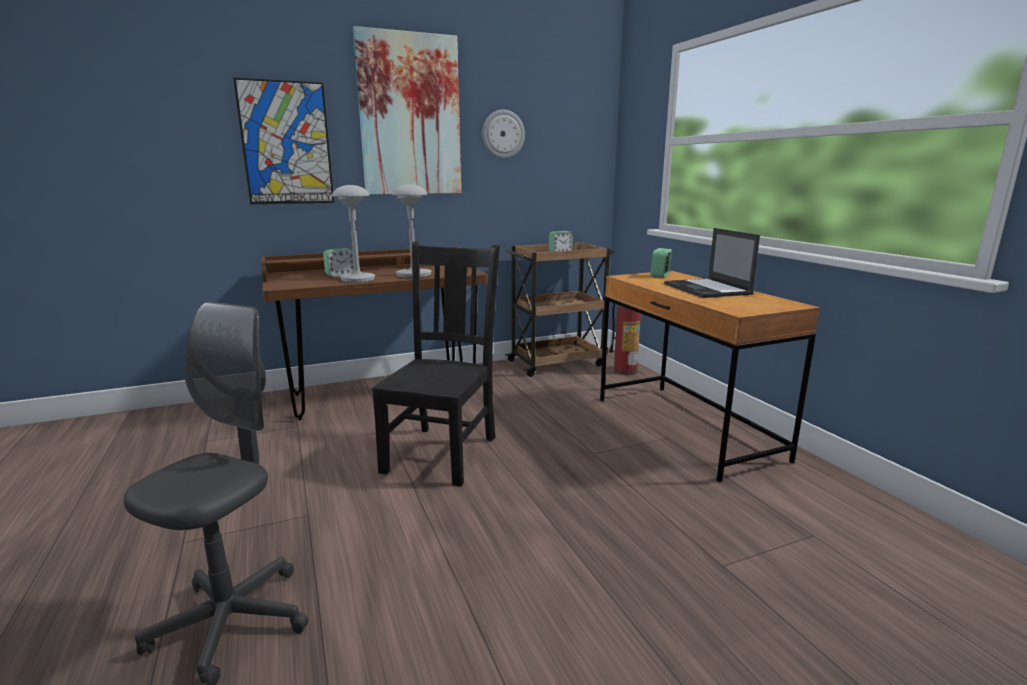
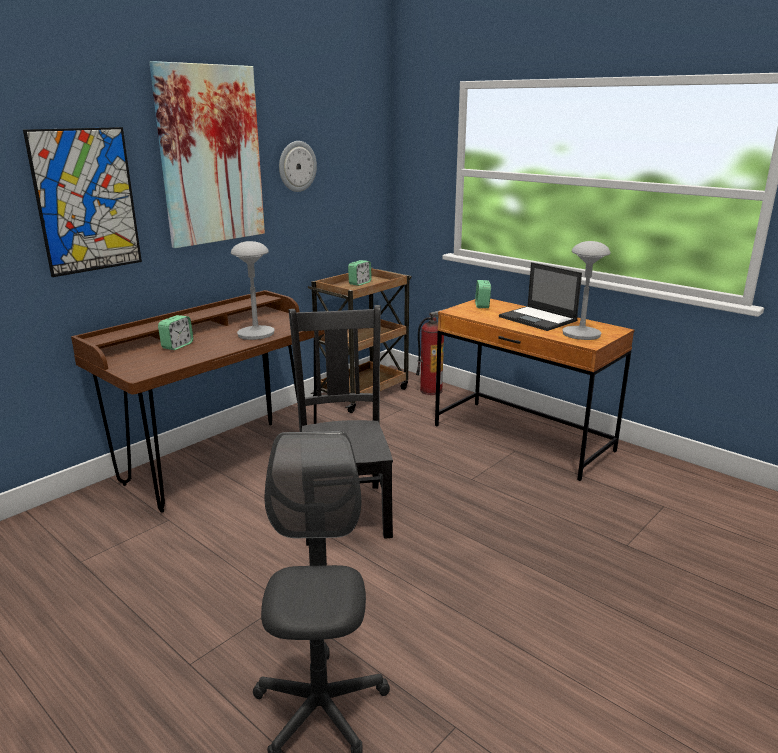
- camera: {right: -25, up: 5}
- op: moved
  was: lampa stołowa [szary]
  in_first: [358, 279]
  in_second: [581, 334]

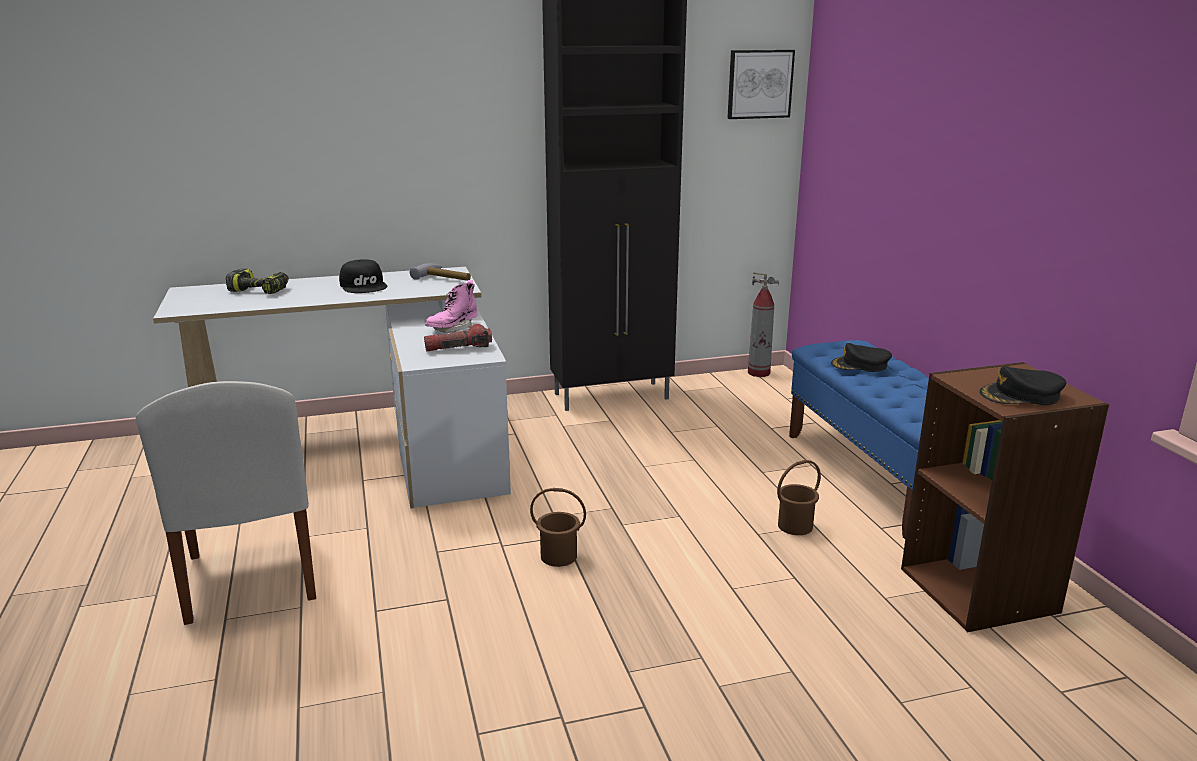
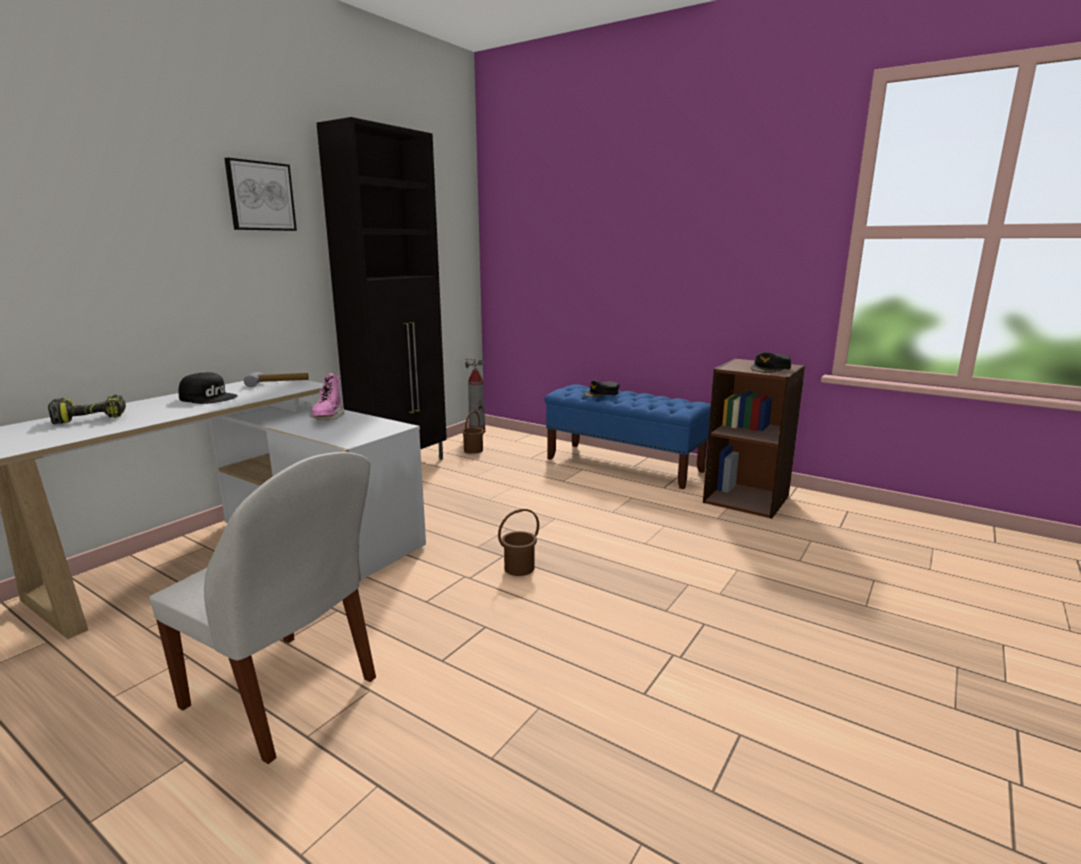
- camera: {right: -40, up: -5}
- op: removed
  was: latarka
  in_first: [458, 348]
- op: moved
  was: obraz
  in_first: [759, 84]
  in_second: [260, 196]
- op: moved
  was: wiadro [brązowy]
  in_first: [794, 526]
  in_second: [473, 450]

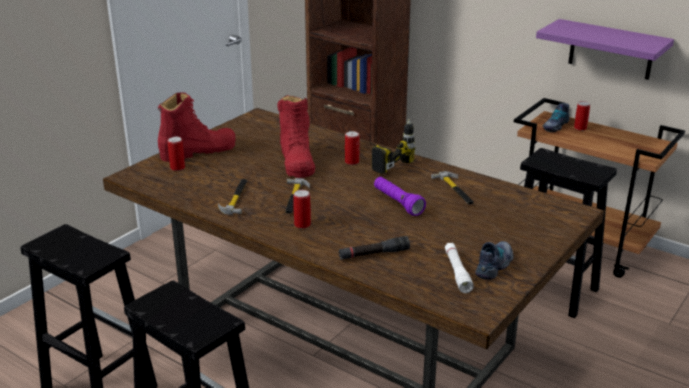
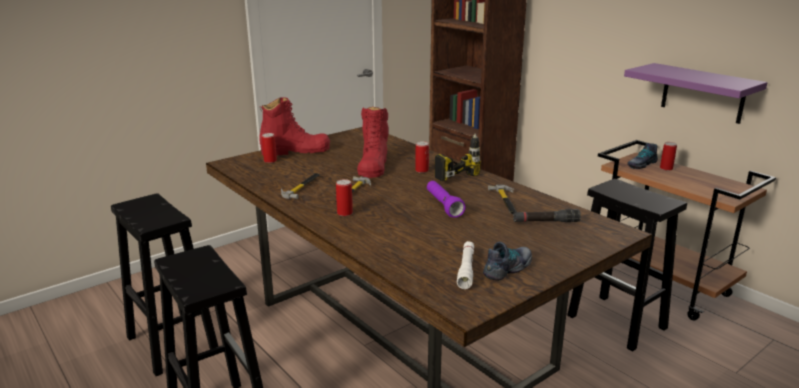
- camera: {right: 15, up: -5}
- op: moved
  was: latarka [czarny]
  in_first: [373, 254]
  in_second: [545, 222]

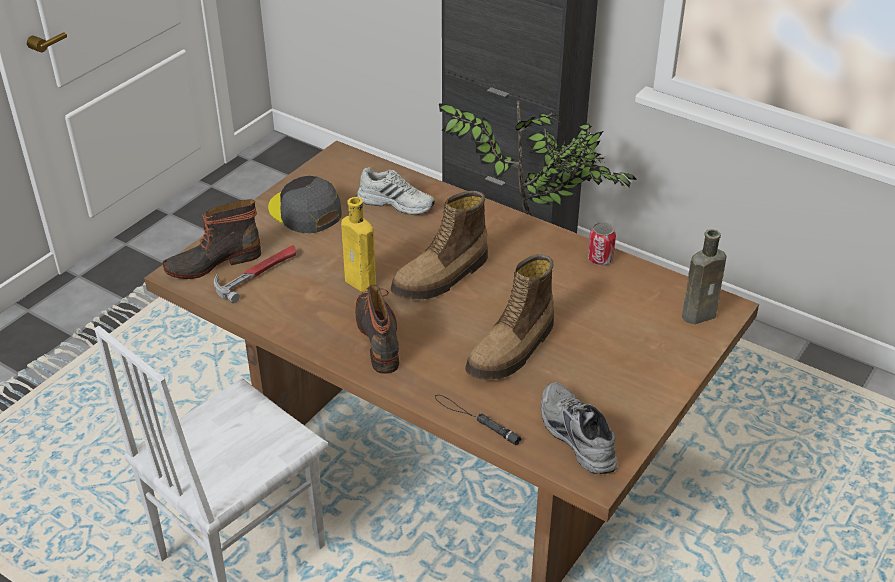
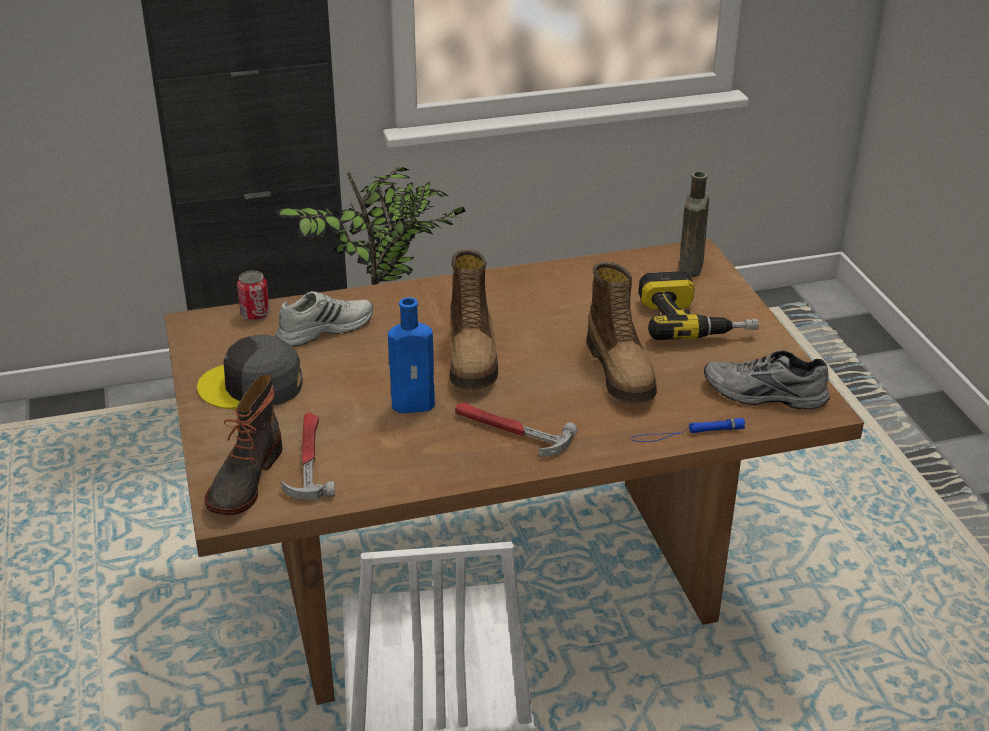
- camera: {right: -50, up: -5}
- op: added
  now: wiertarka
  in_second: [693, 320]
- op: moved
  was: puszka
  in_first: [600, 259]
  in_second: [255, 314]
- op: replaced
  was: but z cholewką
  now: młotek
  in_first: [380, 337]
  in_second: [510, 431]
- op: recoloured
  was: butelka [żółty]
  now: butelka [niebieski]
  in_first: [362, 283]
  in_second: [416, 404]
- op: recoloured
  was: latarka [czarny]
  now: latarka [niebieski]
  in_first: [476, 420]
  in_second: [687, 433]

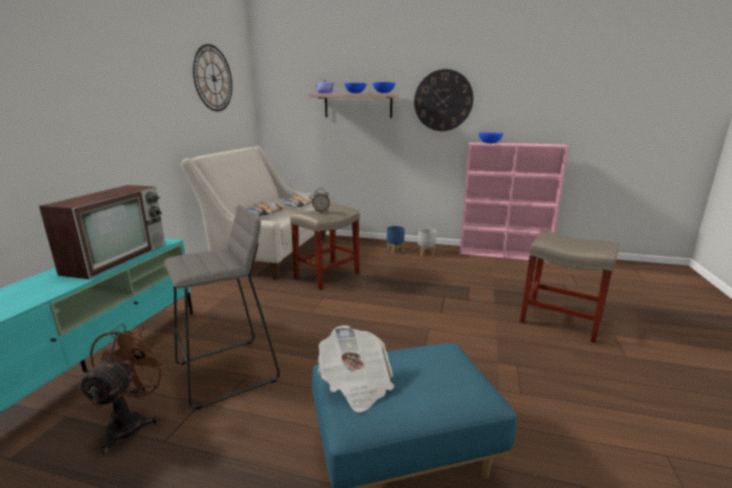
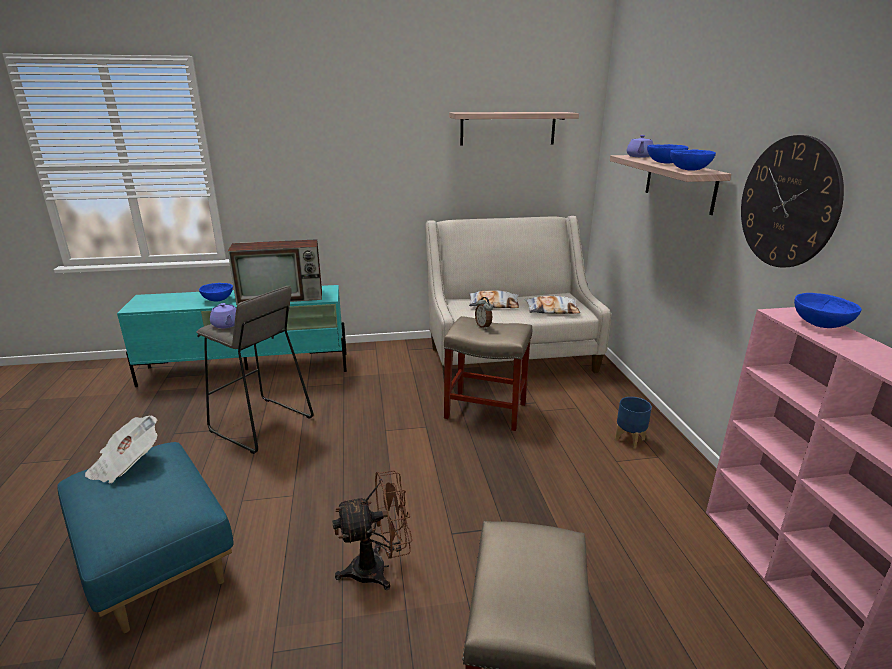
- camera: {right: 65, up: 5}
- op: removed
  was: donica [szary]
  in_first: [426, 254]
- op: added
  now: miska [niebieski]
  in_second: [217, 300]
- op: added
  now: imbryk [fioletowy]
  in_second: [226, 325]
- op: moved
  was: wentylator [brązowy]
  in_first: [132, 422]
  in_second: [378, 568]
- op: replaced
  was: zegar ścienny
  now: półka
  in_first: [213, 78]
  in_second: [508, 128]

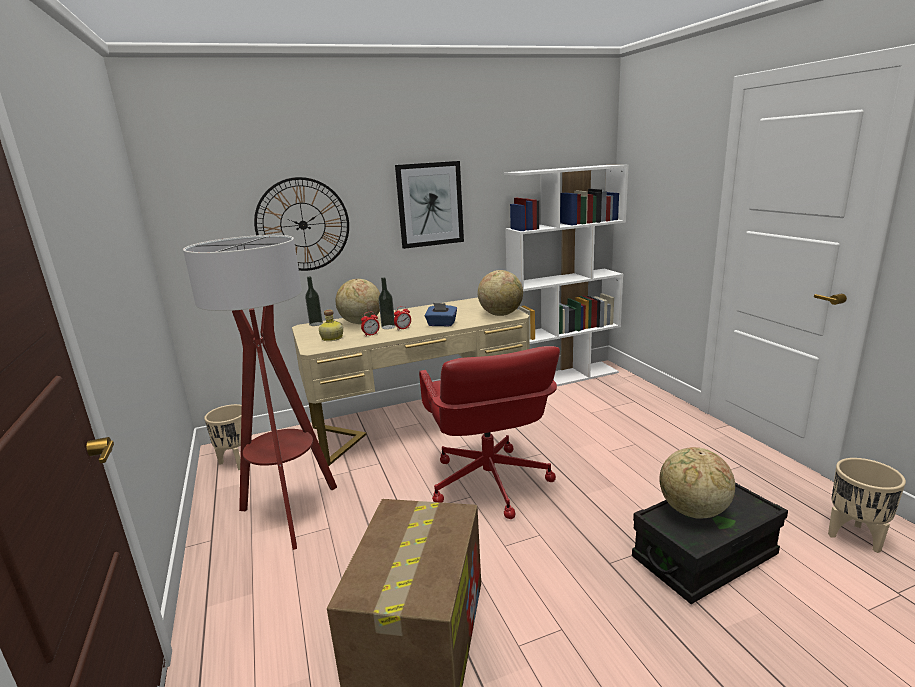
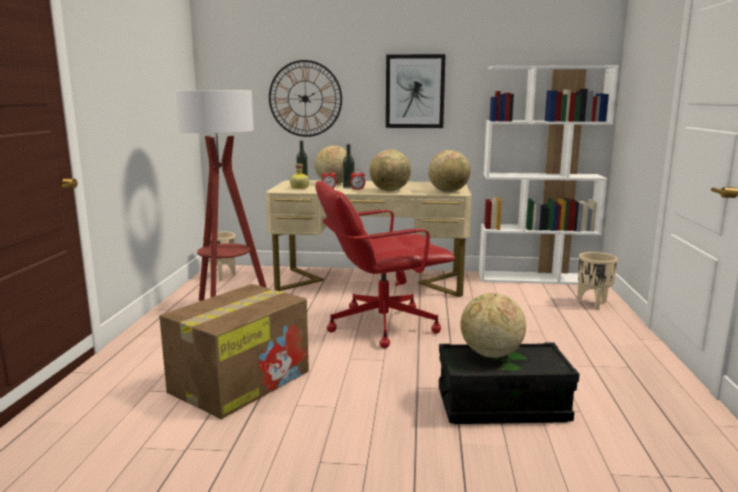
- camera: {right: 25, up: -5}
- op: moved
  was: donica [beżowy]
  in_first: [854, 537]
  in_second: [593, 304]
- op: replaced
  was: pudełko chusteczek [niebieski]
  now: globus
  in_first: [441, 324]
  in_second: [390, 191]
- op: turned
  was: krzesło biurowe [czerwony]
  in_first: [489, 483]
  in_second: [381, 325]
  clockwise: 60

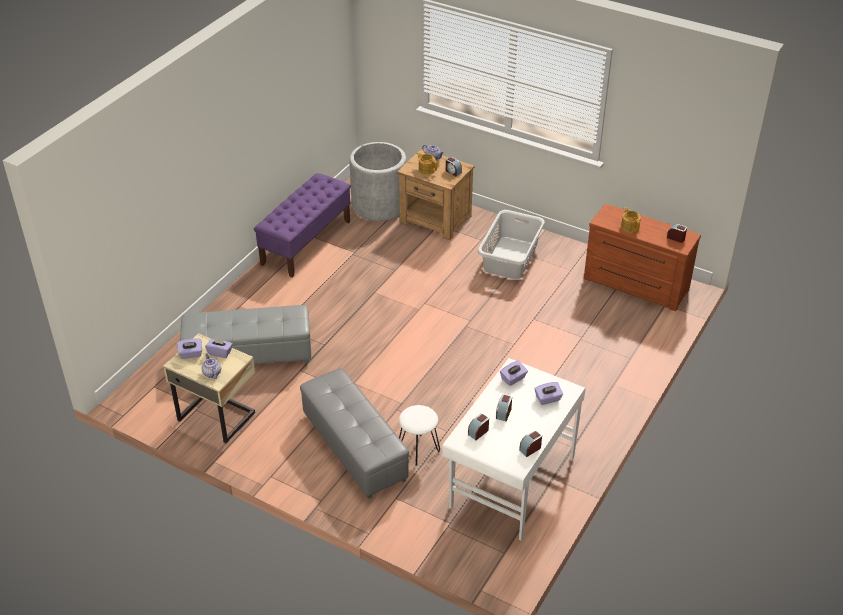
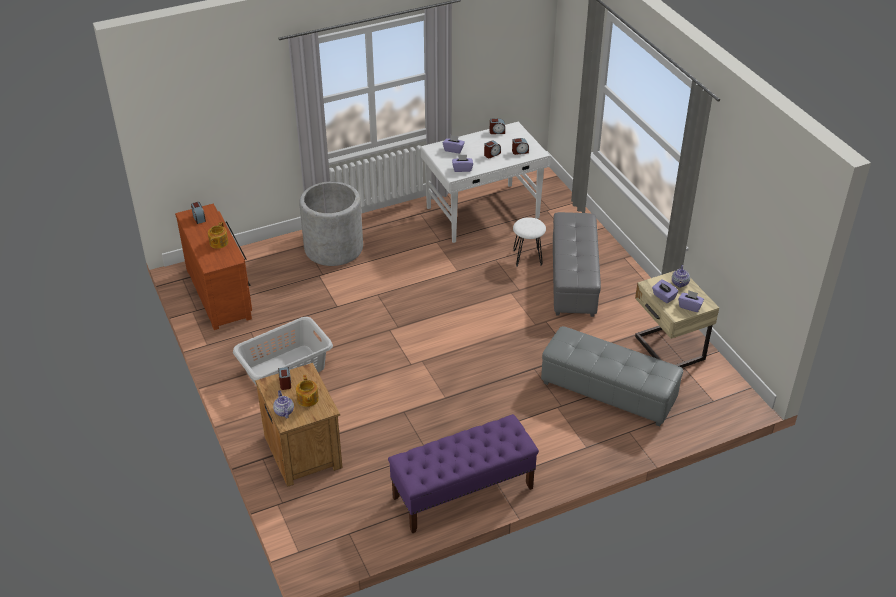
- camera: {right: -145, up: 0}
- op: moved
  was: donica [szary]
  in_first: [379, 205]
  in_second: [333, 248]

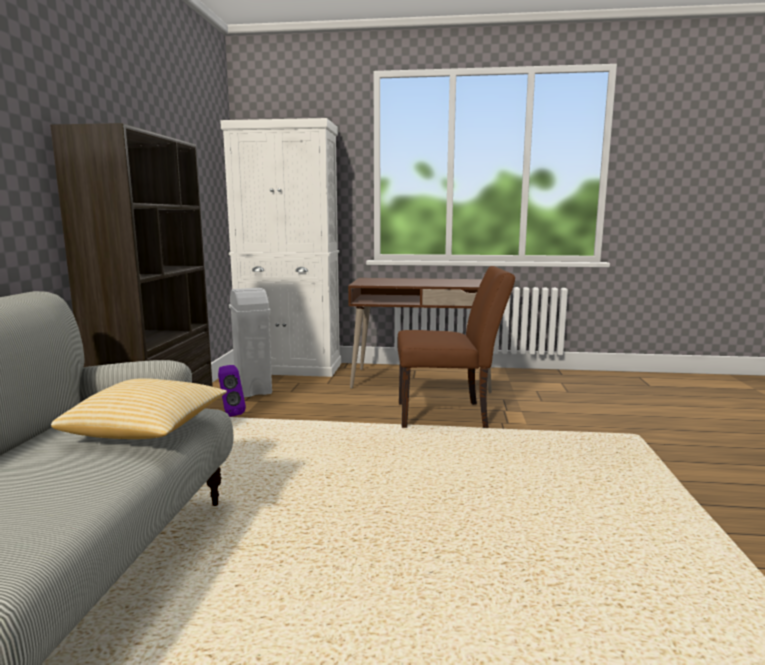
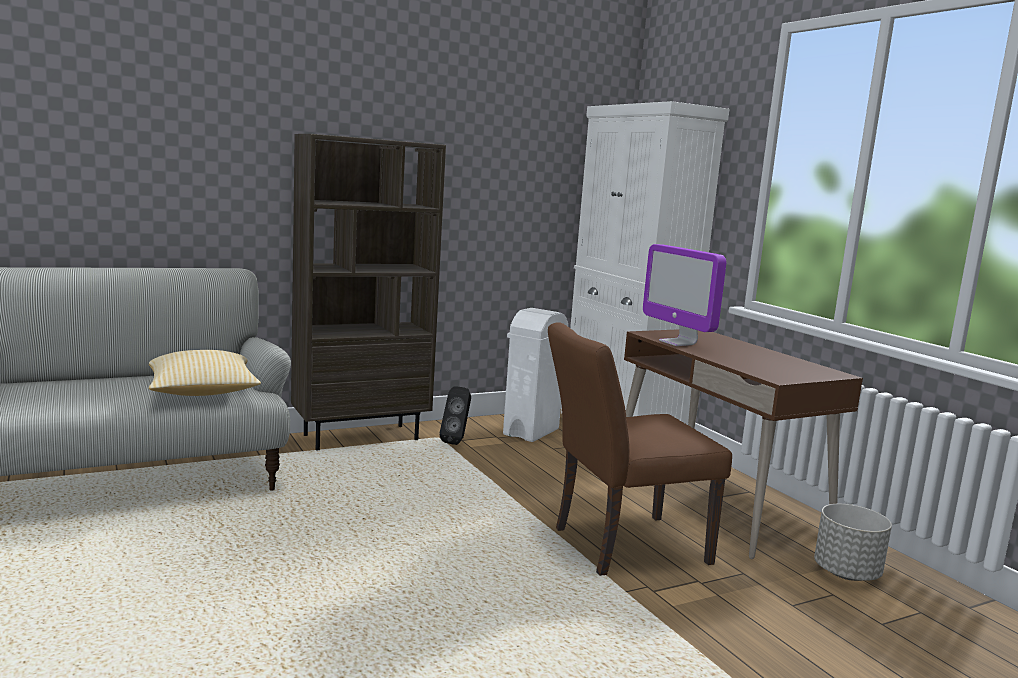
- camera: {right: 55, up: 0}
- op: added
  now: monitor
  in_second: [677, 342]
- op: added
  now: donica [szary]
  in_second: [846, 573]
- op: recoloured
  was: głośnik [fioletowy]
  now: głośnik [czarny]
  in_first: [230, 413]
  in_second: [457, 441]
- op: turned
  was: krzesło [brązowy]
  in_first: [449, 415]
  in_second: [619, 546]
  clockwise: 105

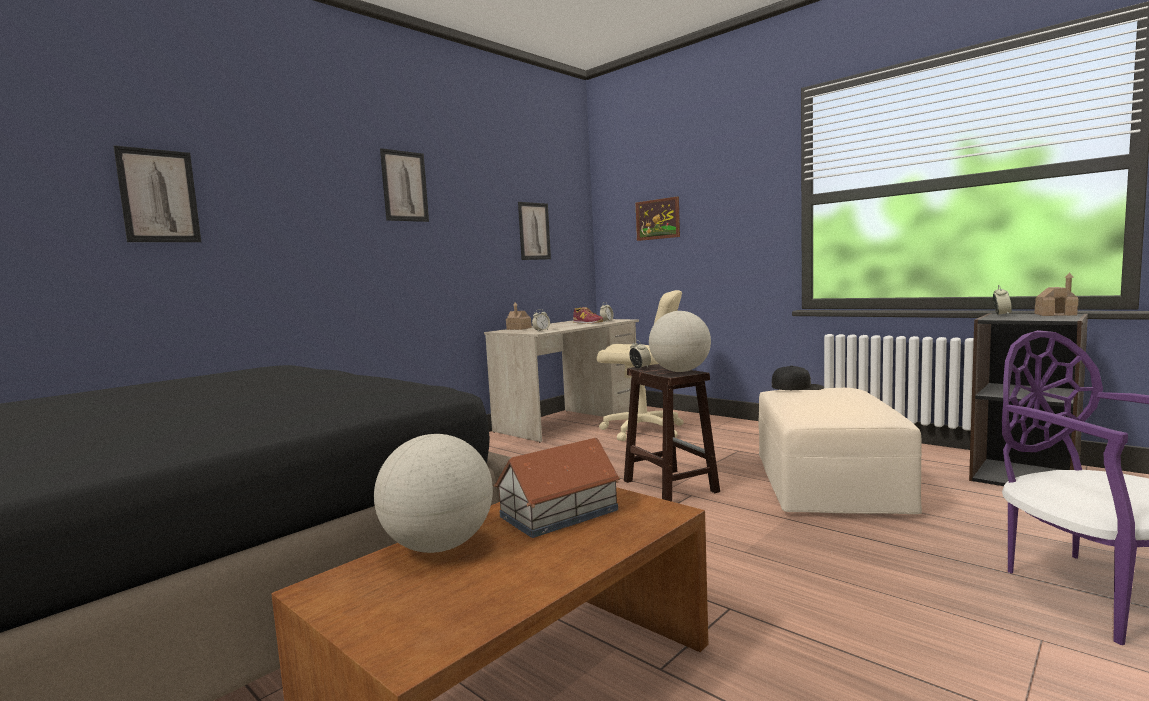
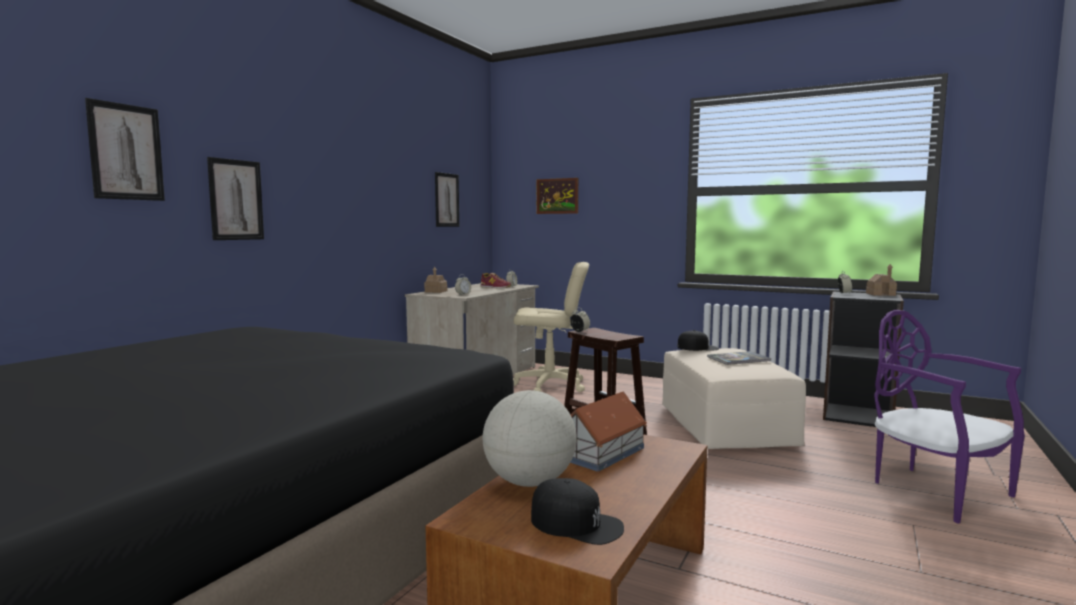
- camera: {right: -15, up: 0}
- op: removed
  was: globus
  in_first: [680, 371]
- op: added
  now: czapka z daszkiem [czarny]
  in_second: [576, 523]
- op: added
  now: książka
  in_second: [738, 359]
- op: moved
  was: obraz
  in_first: [404, 186]
  in_second: [236, 200]

